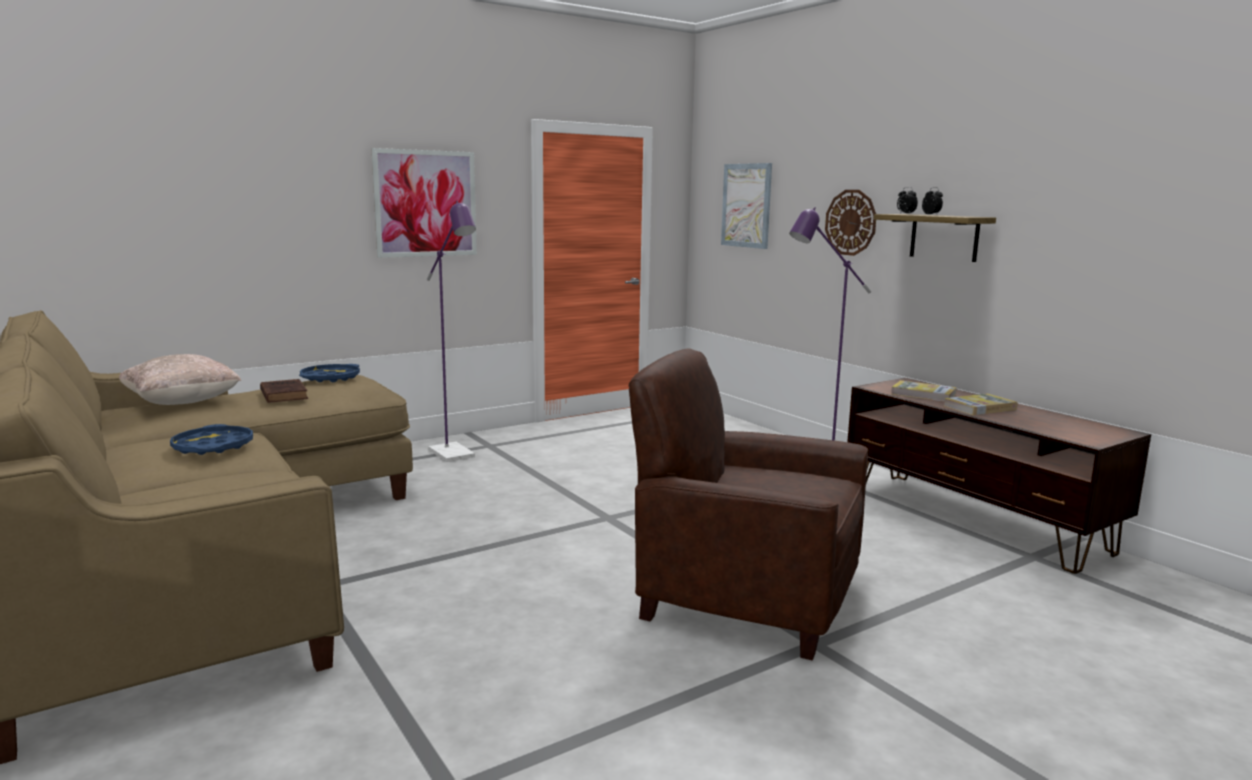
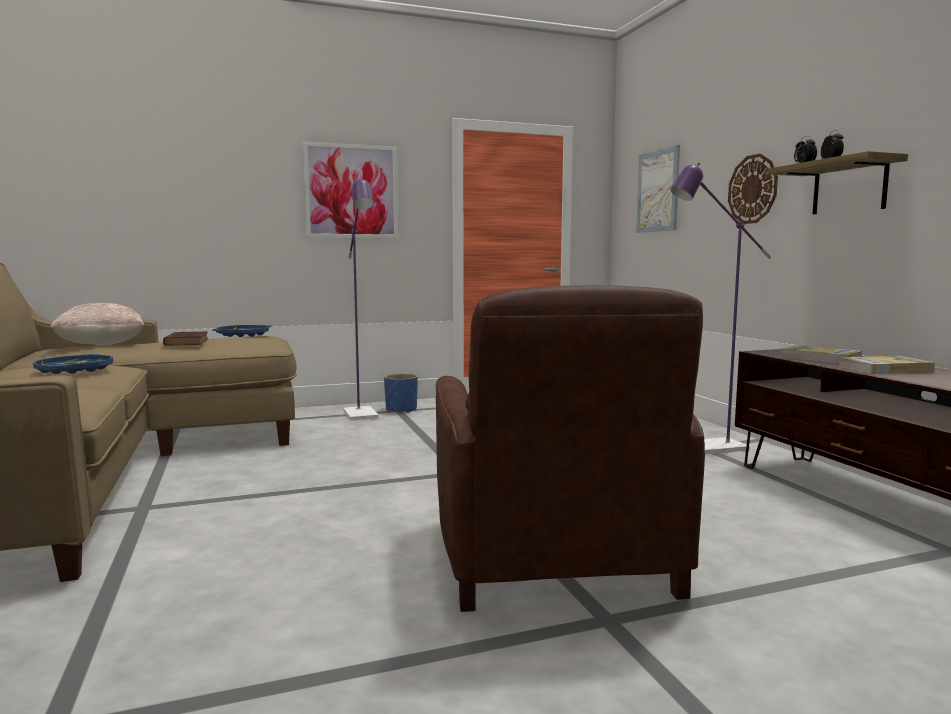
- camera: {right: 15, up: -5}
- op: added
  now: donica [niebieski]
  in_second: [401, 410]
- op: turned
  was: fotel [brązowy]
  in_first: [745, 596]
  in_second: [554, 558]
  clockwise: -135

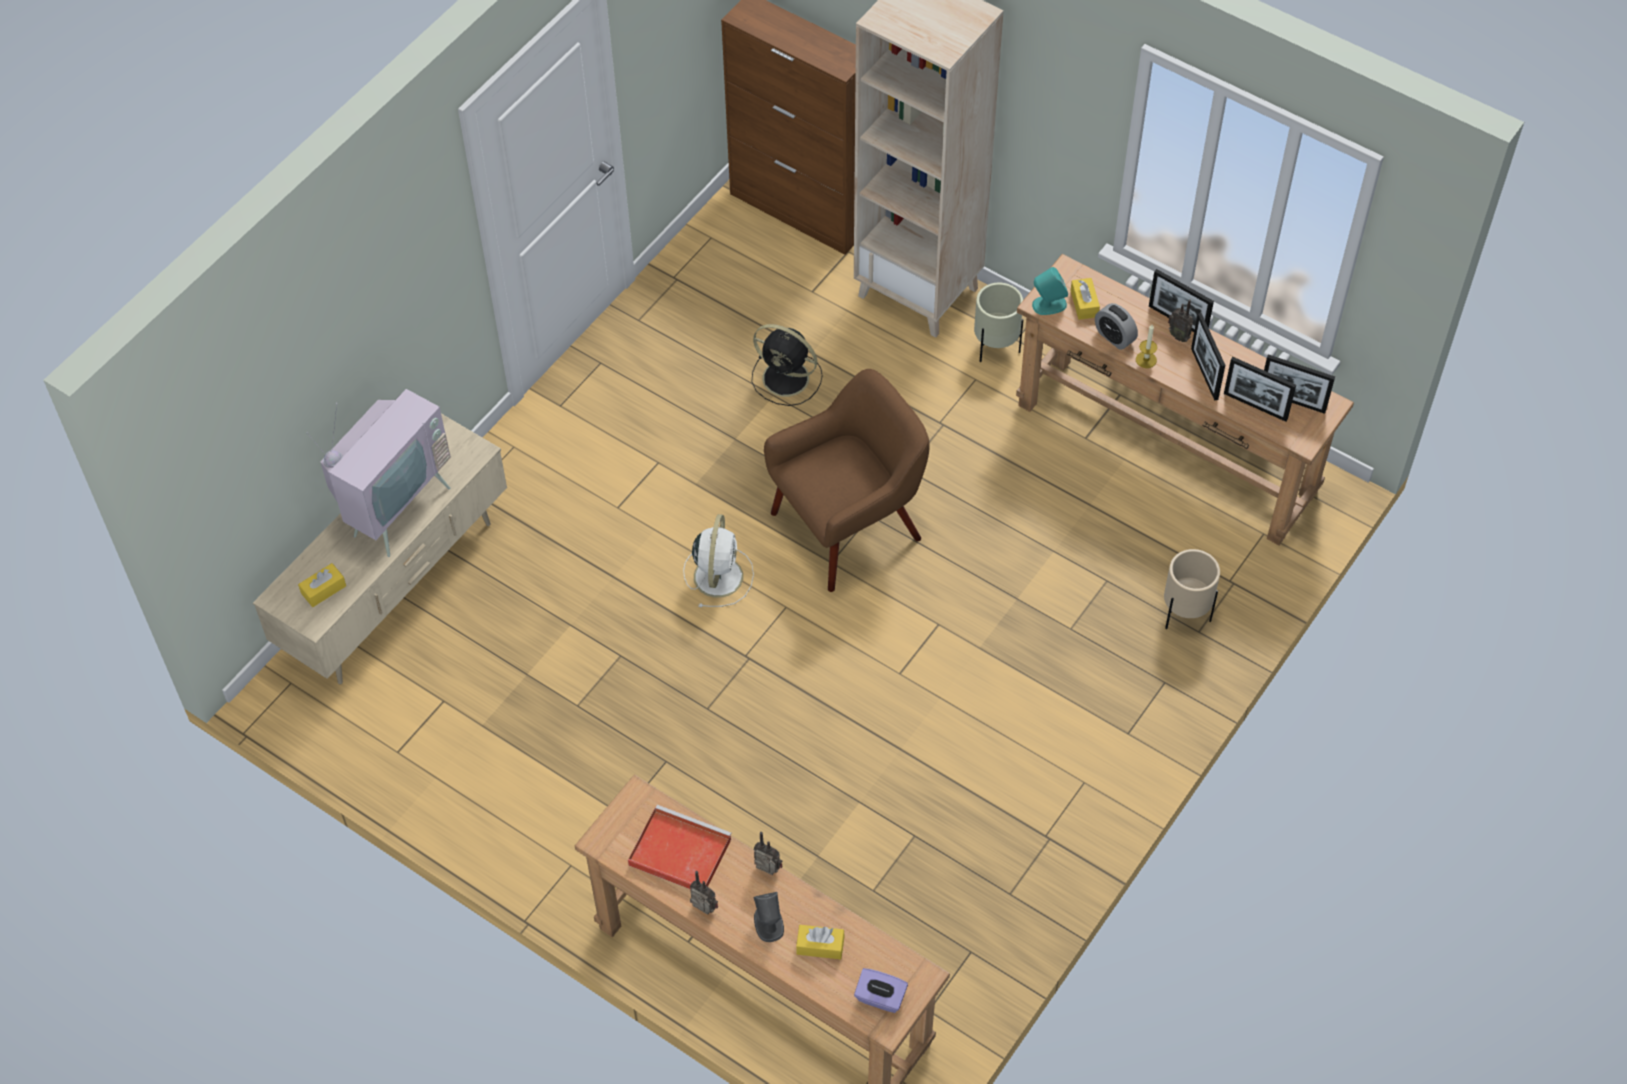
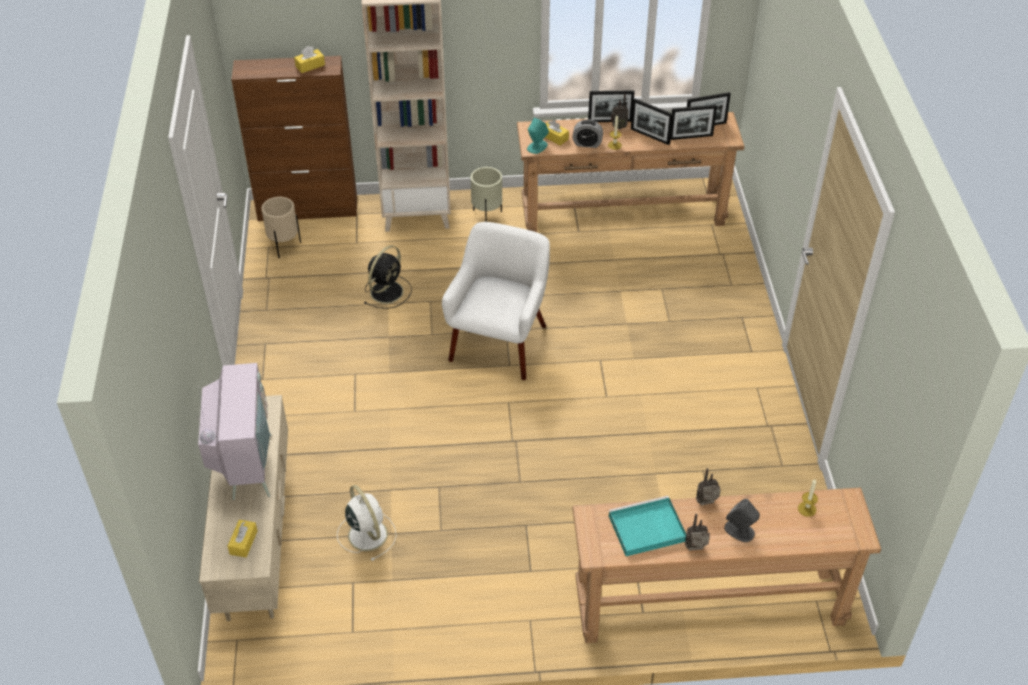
- camera: {right: -40, up: -10}
- op: removed
  was: pudełko chusteczek [fioletowy]
  in_first: [880, 998]
- op: added
  now: świeca
  in_second: [807, 509]
- op: moved
  was: wentylator [biały]
  in_first: [718, 575]
  in_second: [367, 533]
- op: moved
  was: pudełko chusteczek [żółty]
  in_first: [820, 946]
  in_second: [310, 66]
- op: moved
  was: donica [beżowy]
  in_first: [1185, 614]
  in_second: [284, 246]
- op: recoloured
  was: taca [czerwony]
  now: taca [turkusowy]
  in_first: [678, 852]
  in_second: [645, 529]
- op: recoloured
  was: fotel [brązowy]
  now: fotel [biały]
  in_first: [849, 526]
  in_second: [500, 342]
- op: turned
  was: wentylator [czarny]
  in_first: [788, 379]
  in_second: [387, 291]
  clockwise: -45

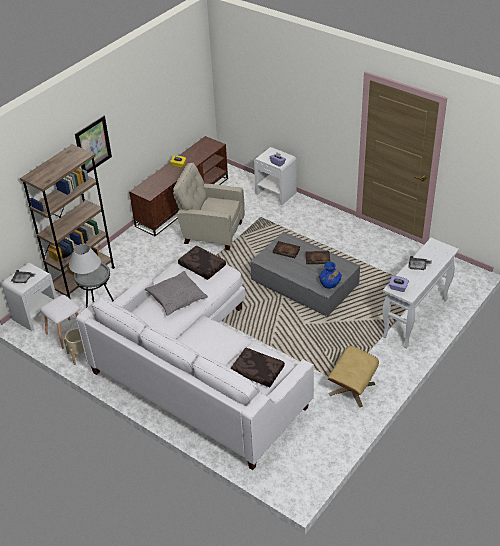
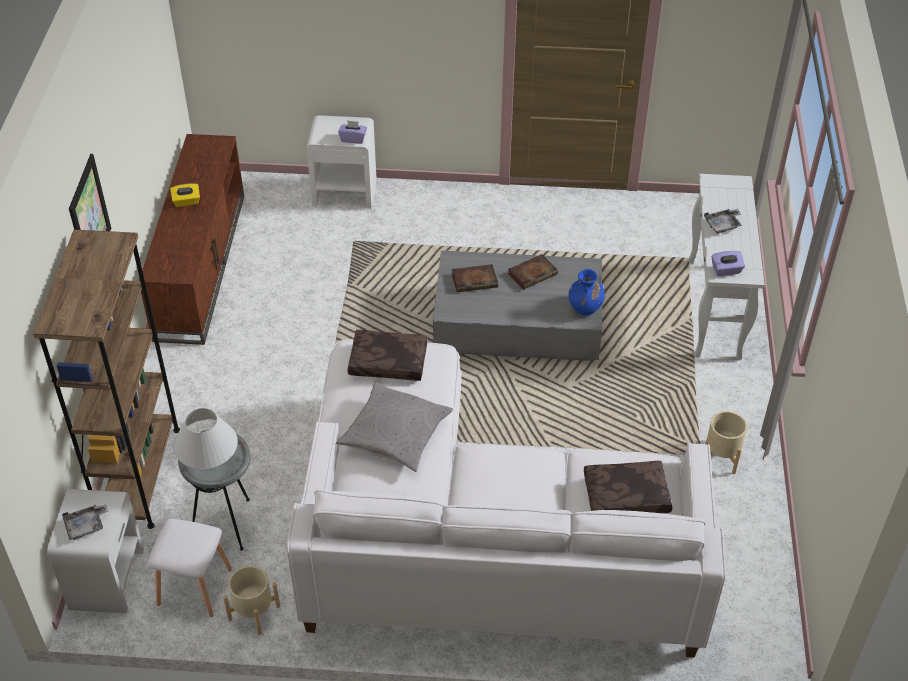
- camera: {right: -35, up: 5}
- op: removed
  was: fotel [beżowy]
  in_first: [211, 232]
- op: replaced
  was: pufa [beżowy]
  now: donica [beżowy]
  in_first: [351, 389]
  in_second: [721, 457]

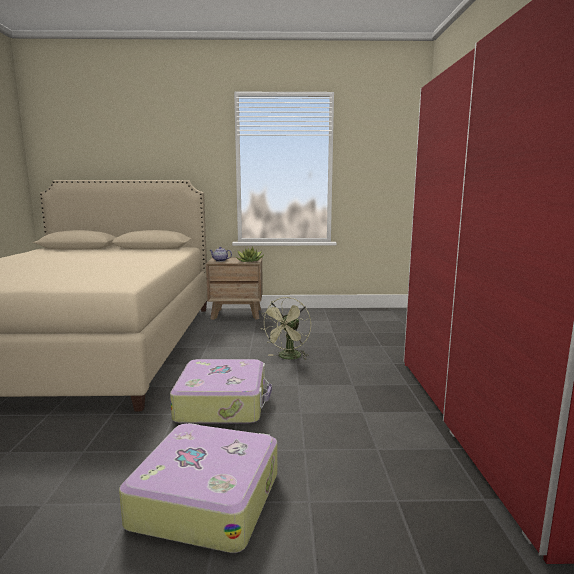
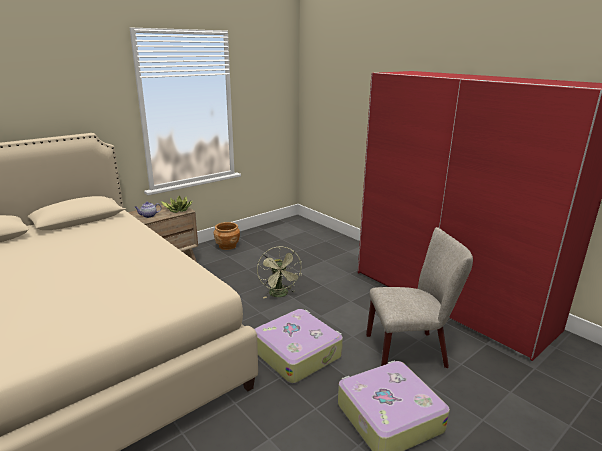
- camera: {right: -40, up: 10}
- op: added
  now: donica [brązowy]
  in_second: [227, 246]
- op: added
  now: krzesło [beżowy]
  in_second: [411, 351]

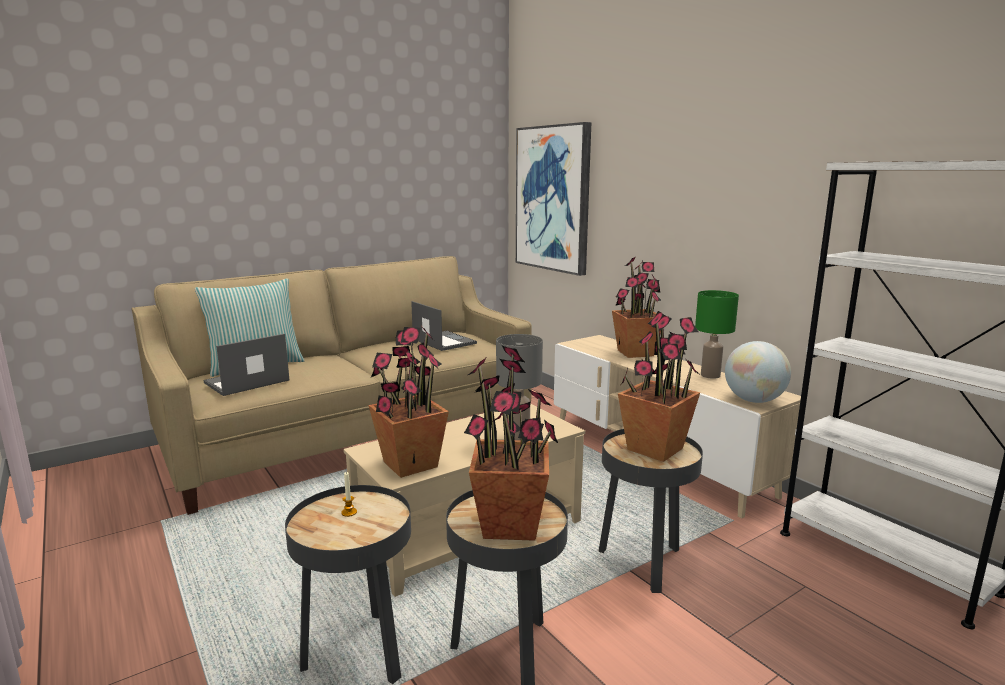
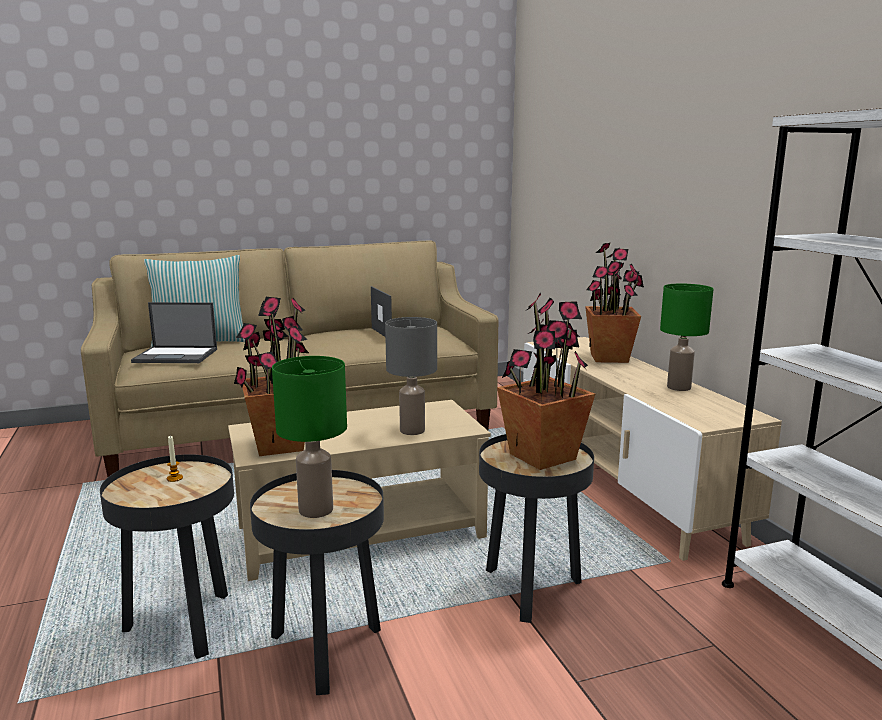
- camera: {right: 15, up: 0}
- op: removed
  was: obraz
  in_first: [553, 199]
- op: removed
  was: globus
  in_first: [754, 400]
- op: replaced
  was: roślina doniczkowa
  now: lampa stołowa [zielony]
  in_first: [510, 525]
  in_second: [316, 509]
- op: turned
  was: laptop
  in_first: [246, 382]
  in_second: [177, 356]
  clockwise: -150

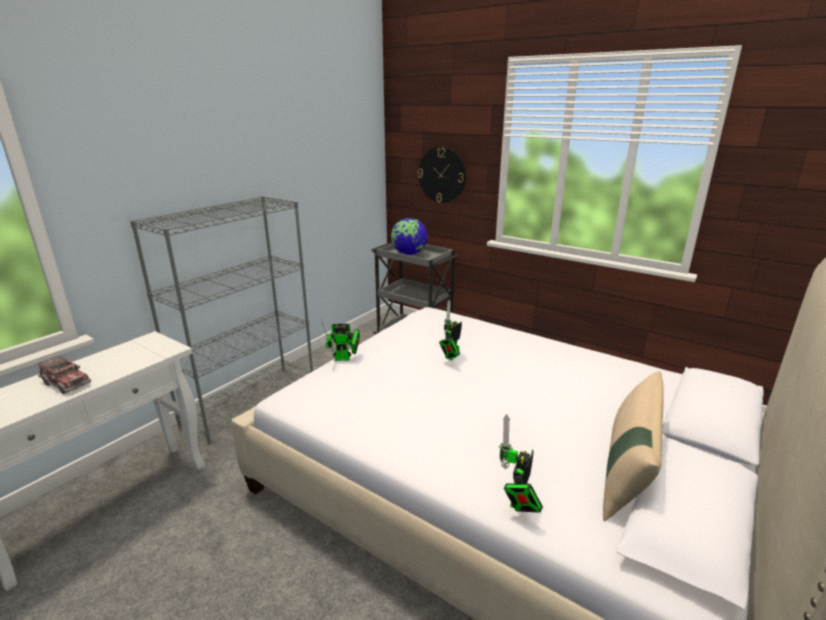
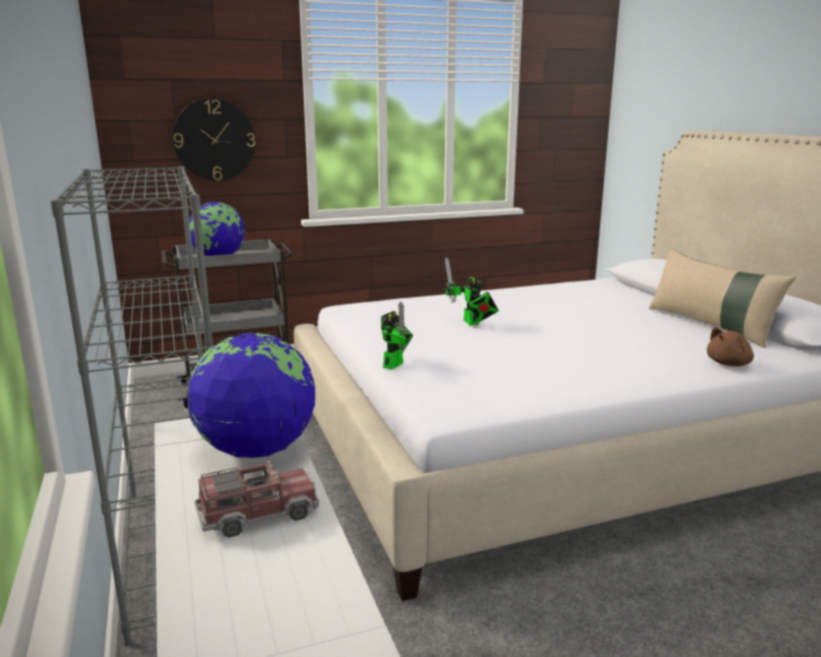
- camera: {right: -55, up: -5}
- op: added
  now: globus
  in_second: [256, 450]
- op: replaced
  was: robot zabawkowy
  now: pluszak [brązowy]
  in_first: [517, 503]
  in_second: [730, 364]

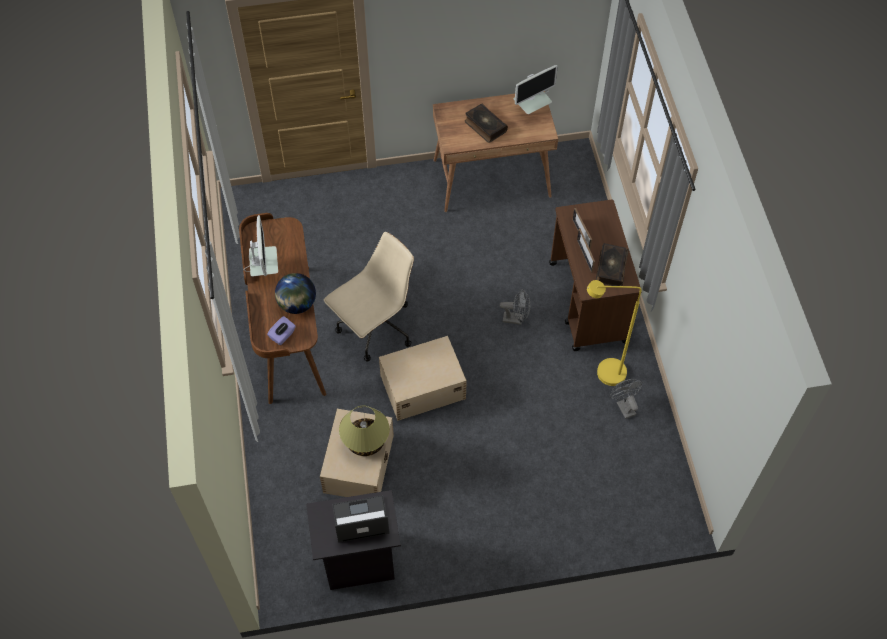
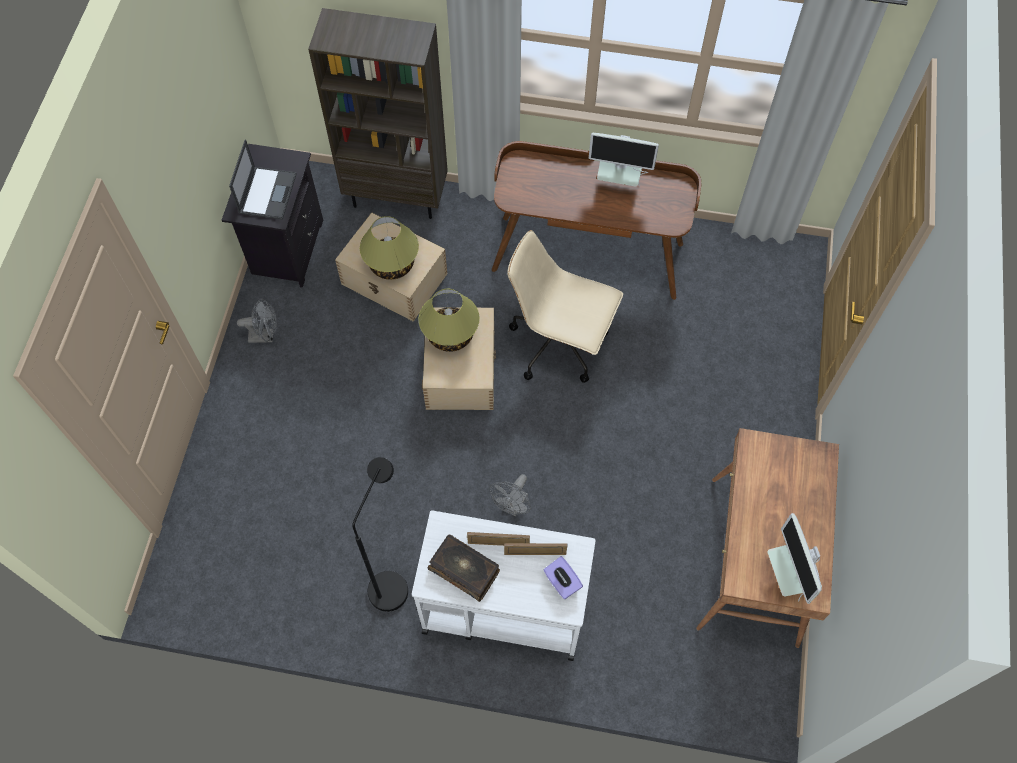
- camera: {right: 110, up: 5}
- op: removed
  was: globus
  in_first: [297, 304]
- op: removed
  was: książka
  in_first: [485, 126]
- op: added
  now: regał [brązowy]
  in_second: [397, 196]
- op: added
  now: lampa stołowa
  in_second: [450, 334]
- op: moved
  was: pudełko chusteczek [fioletowy]
  in_first: [282, 335]
  in_second: [562, 582]
- op: moved
  was: wentylator [szary]
  in_first: [624, 406]
  in_second: [265, 336]
- op: recoloured
  was: wózek [brązowy]
  now: wózek [biały]
  in_first: [588, 303]
  in_second: [503, 607]
- op: recoloured
  was: lampa stojąca [żółty]
  now: lampa stojąca [czarny]
  in_first: [603, 374]
  in_second: [391, 580]
- op: turned
  was: krzesło biurowe [beżowy]
  in_first: [375, 329]
  in_second: [559, 344]
  clockwise: 135

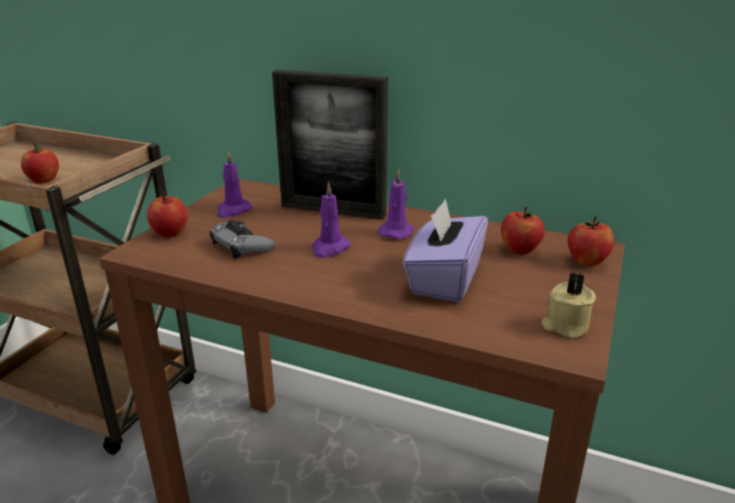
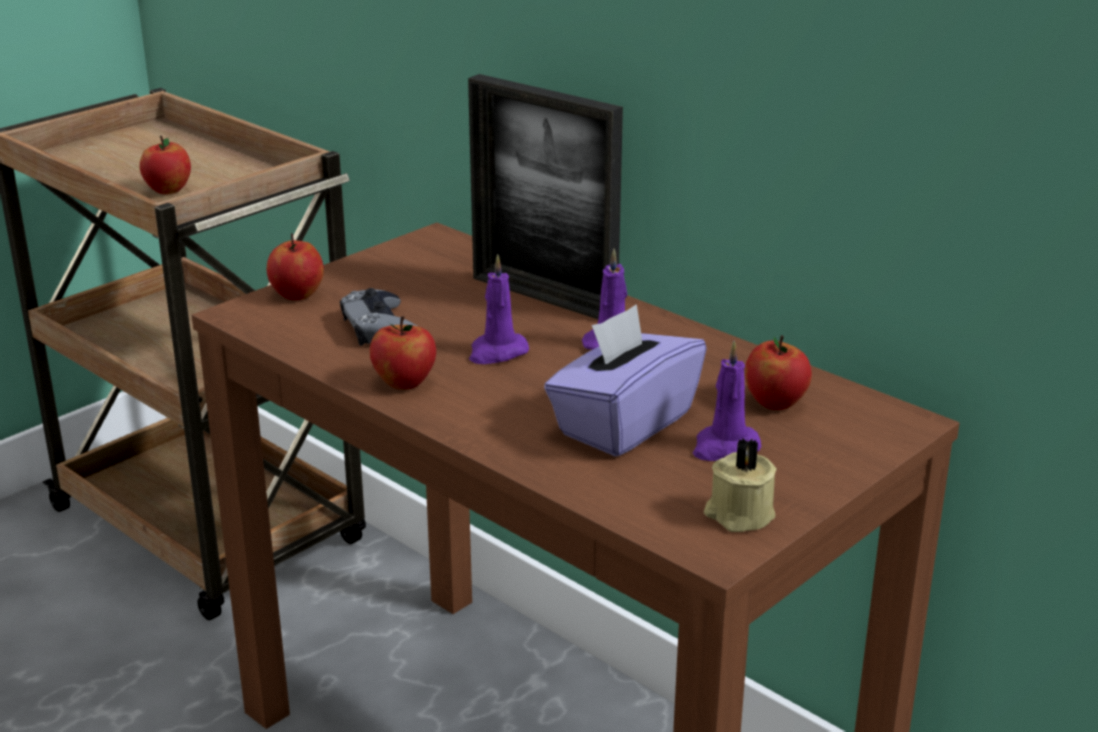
- camera: {right: 20, up: 0}
- op: moved
  was: świeca [fioletowy]
  in_first: [233, 211]
  in_second: [724, 447]
- op: moved
  was: jabłko
  in_first: [586, 261]
  in_second: [404, 383]

